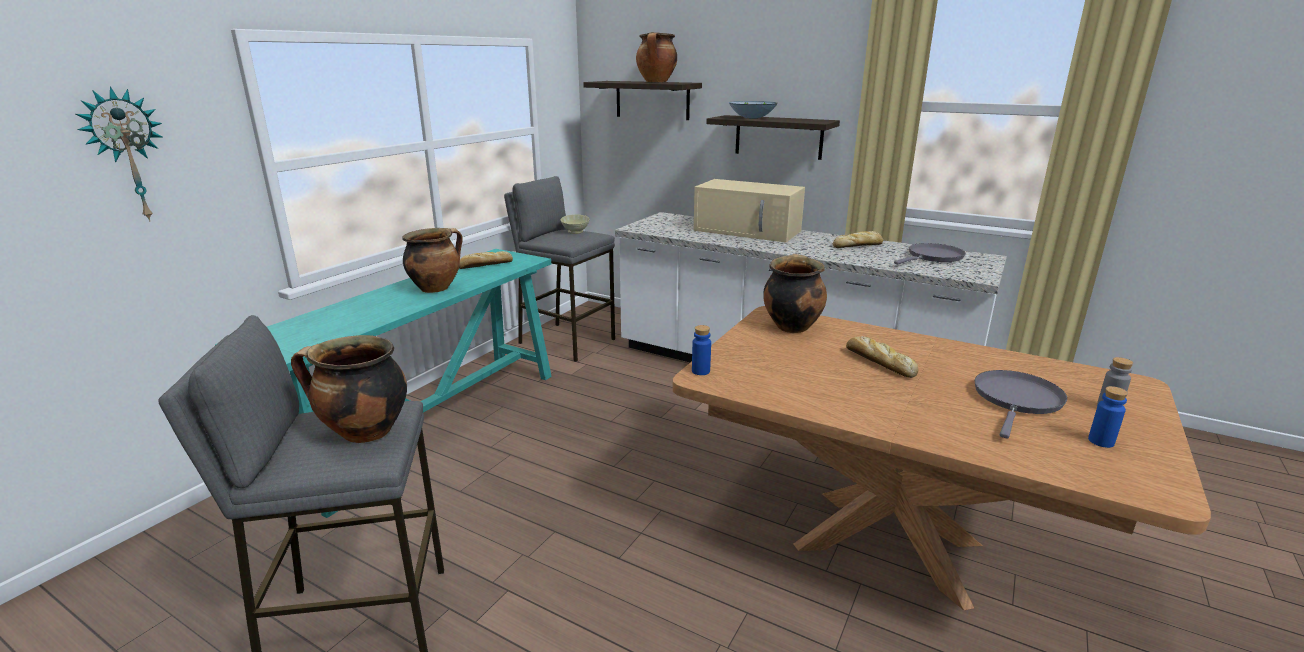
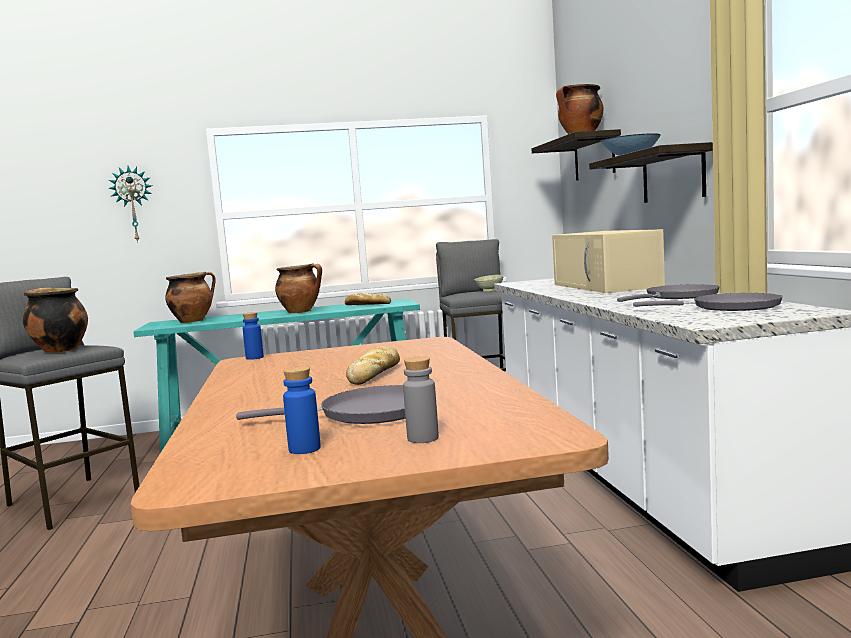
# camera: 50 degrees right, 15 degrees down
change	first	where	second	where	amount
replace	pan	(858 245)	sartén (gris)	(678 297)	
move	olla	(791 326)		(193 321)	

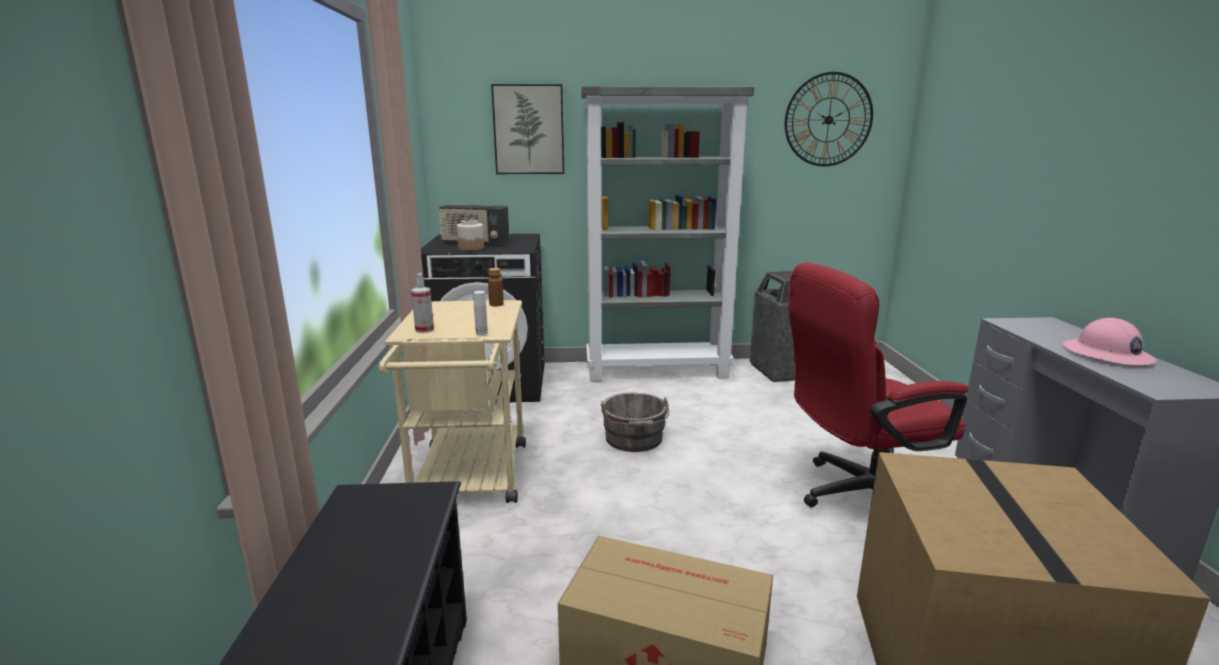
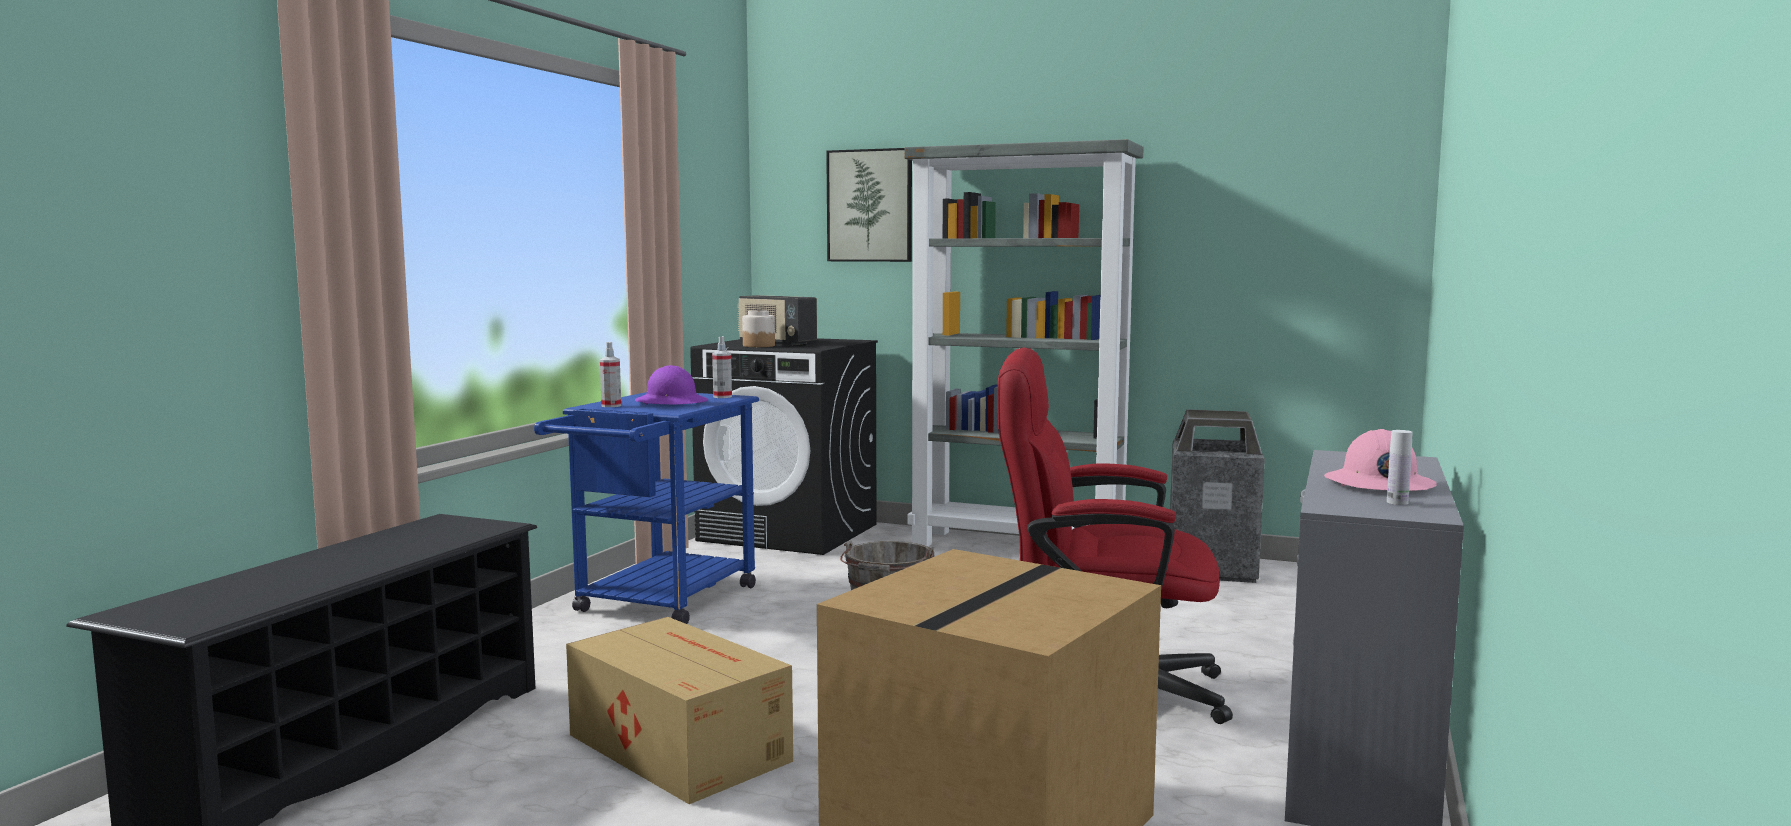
# camera: 25 degrees right, 10 degrees down
change	first	where	second	where	amount
delete	reloj de pared	(828 120)			
replace	botella (marrón)	(496 304)	pulverizador	(722 397)	
move	botella (blanco)	(481 333)		(1397 502)	
recolor	carrito (beis)	(469 480)	carrito (azul)	(658 603)	
insert			casco (morado)	(671 402)	

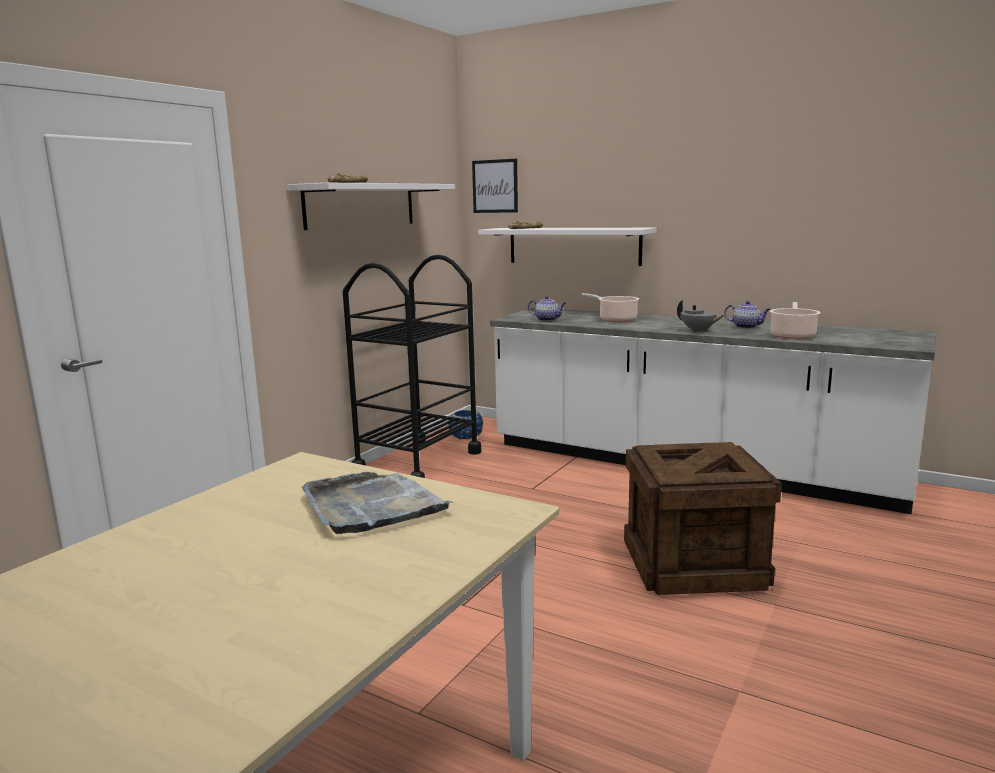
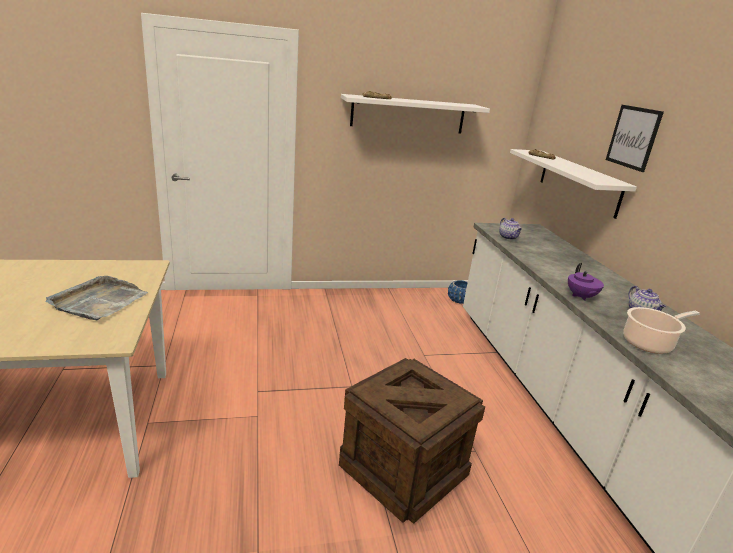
# camera: 45 degrees right, 10 degrees up
change	first	where	second	where	amount
move	cuadro	(495 186)		(633 137)	
delete	carrito (negro)	(418 462)			
delete	olla	(615 319)			
recolor	tetera (gris)	(698 331)	tetera (morado)	(580 297)	

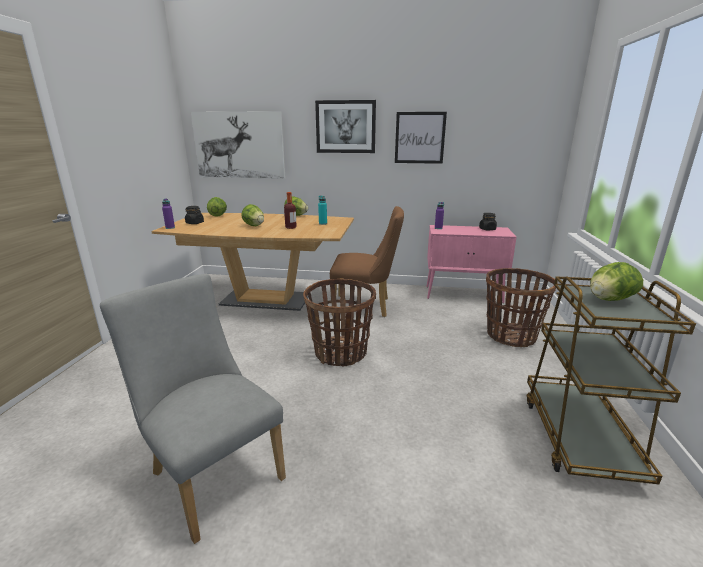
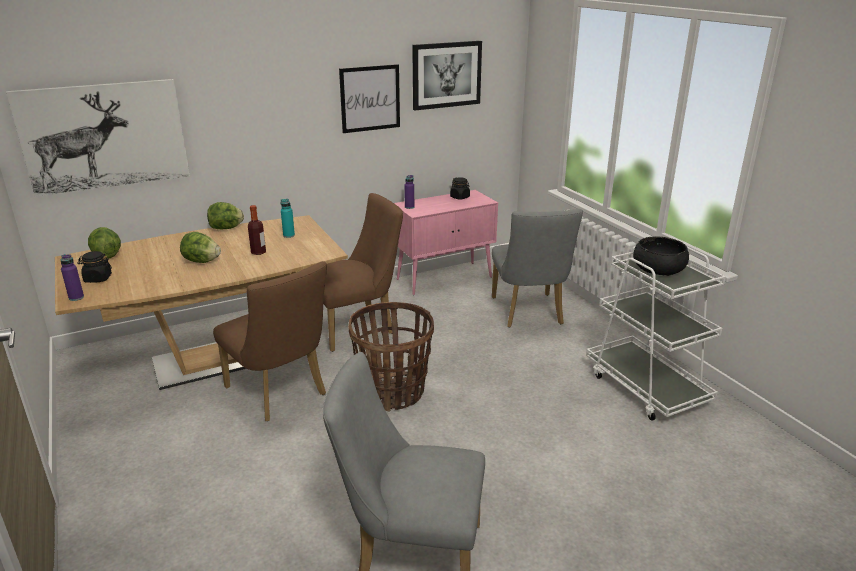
# camera: 35 degrees left, 5 degrees up
change	first	where	second	where	amount
move	cuadro	(345 127)		(446 75)	
replace	lechuga	(609 299)	cuenco (negro)	(658 268)	
replace	cesta	(511 336)	silla (gris)	(528 313)	
recolor	carrito (marrón)	(579 437)	carrito (blanco)	(646 387)	
insert			silla (marrón)	(280 394)	

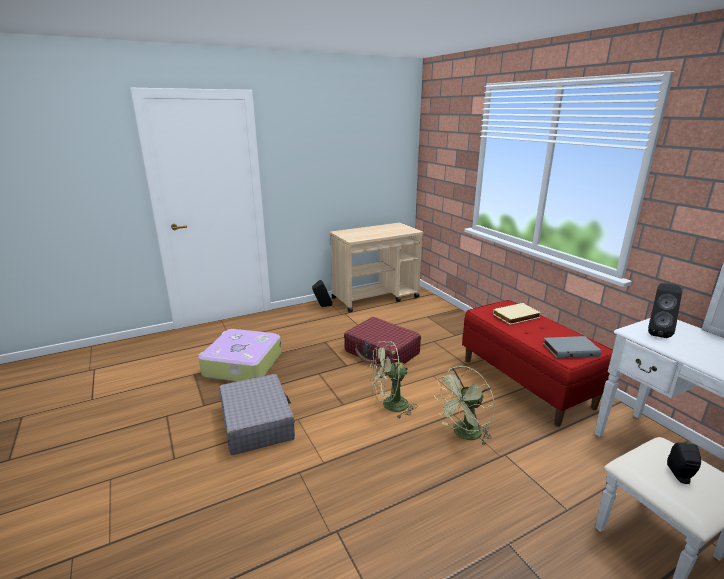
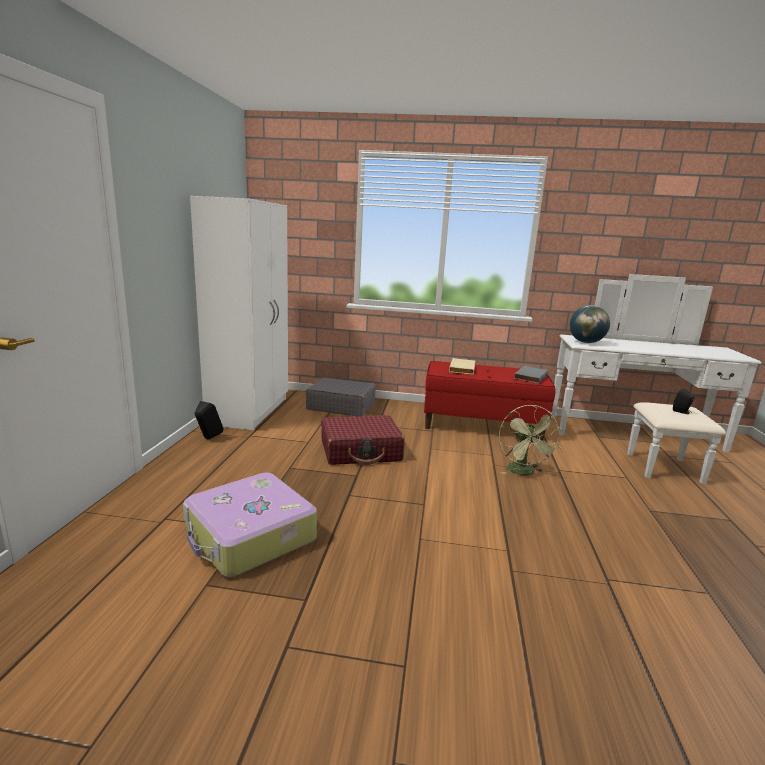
# camera: 55 degrees left, 5 degrees down
change	first	where	second	where	amount
replace	carrito (beis)	(376 298)	armario ropero (blanco)	(250 410)	
replace	altavoz (negro)	(656 332)	globo terráqueo	(585 342)	
delete	ventilador (verde)	(389 406)			
move	maleta (gris)	(257 422)		(341 406)	

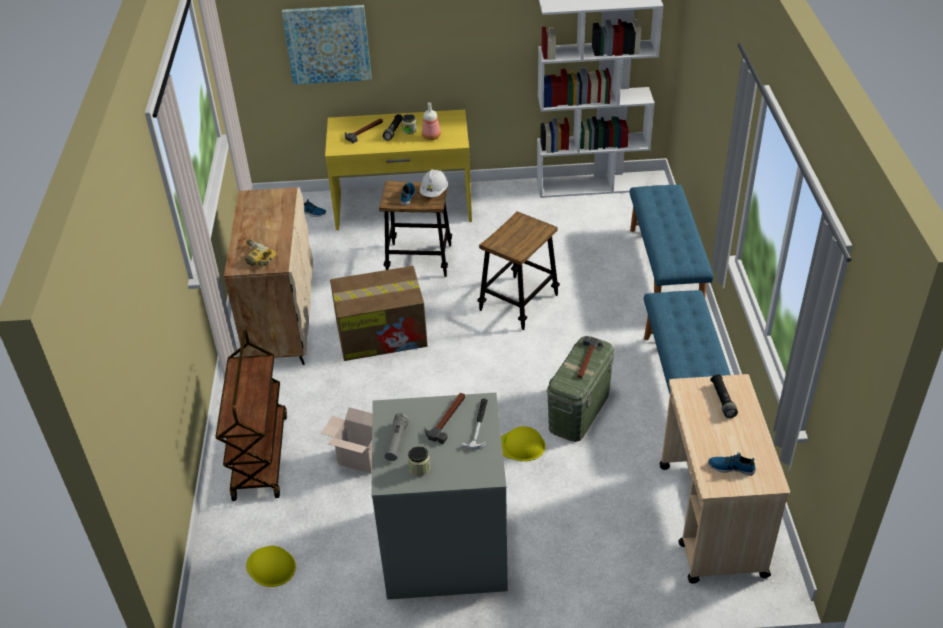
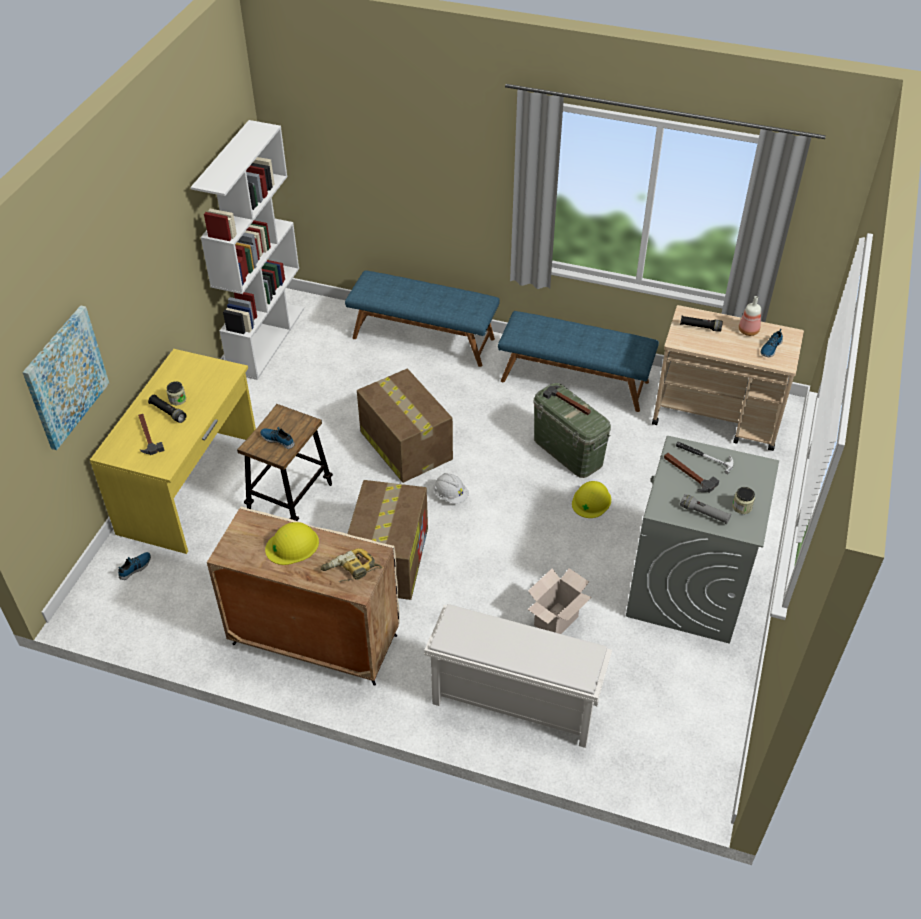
# camera: 70 degrees left, 5 degrees up
change	first	where	second	where	amount
move	botella	(432 137)		(749 331)	
move	casco (blanco)	(434 192)		(450 495)	
replace	taburete	(518 302)	caja de cartón	(405 444)	
replace	carrito (marrón)	(259 455)	zapatero (blanco)	(513 703)	
move	casco (amarillo)	(271 566)		(292 545)	

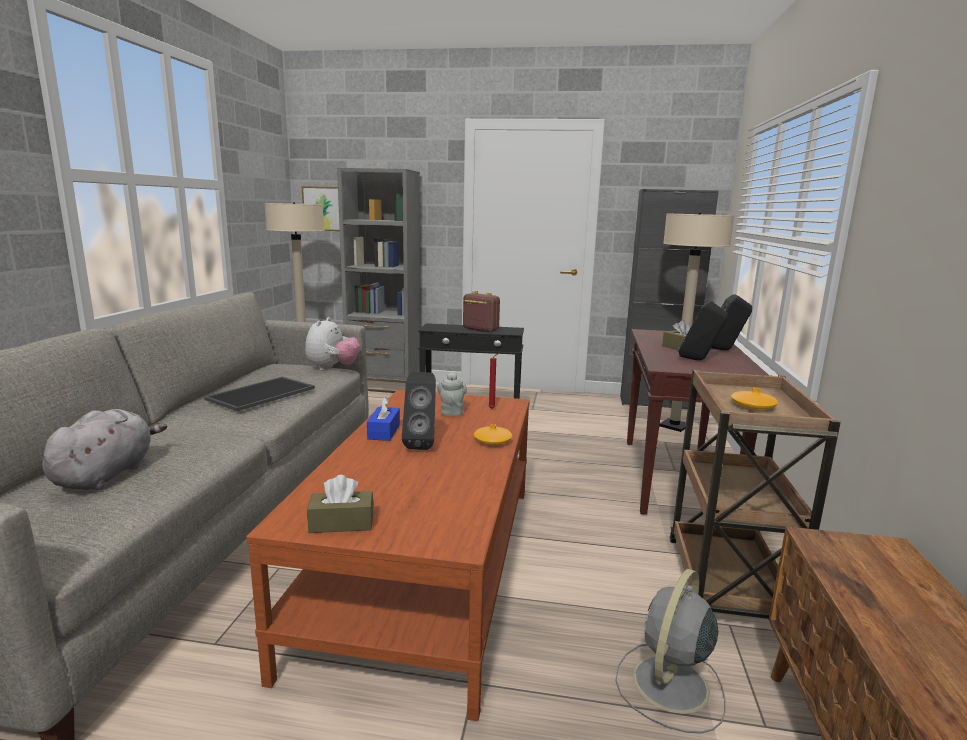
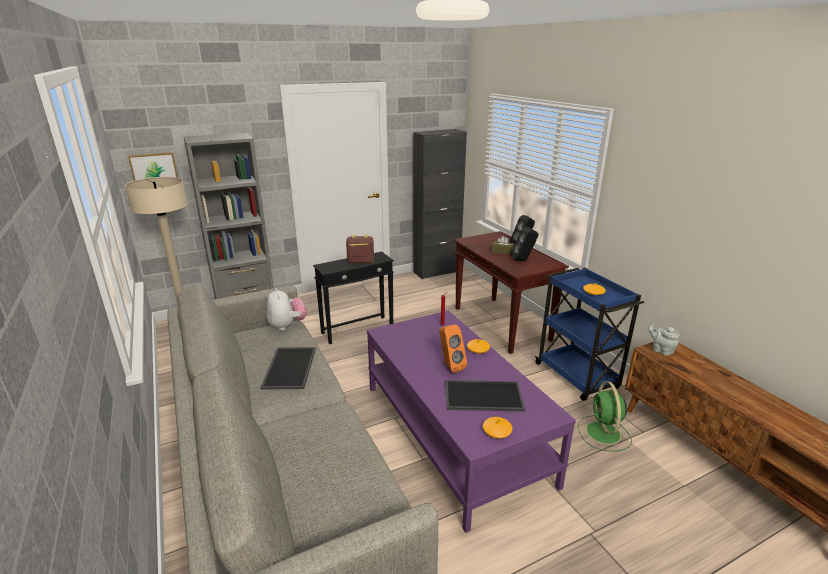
# camera: 35 degrees left, 10 degrees up
change	first	where	second	where	amount
delete	lámpara de pie (beis)	(674 426)			
recolor	carrito (marrón)	(726 585)	carrito (azul)	(577 377)	
recolor	altavoz (negro)	(421 444)	altavoz (naranja)	(450 366)	
move	tetera (gris)	(452 411)		(661 350)	
recolor	mesa de centro (marrón)	(426 566)	mesa de centro (morado)	(453 432)	
delete	caja de pañuelos (azul)	(384 432)			
delete	peluche (gris)	(107 474)			
replace	caja de pañuelos (marrón)	(341 523)	florero (naranja)	(497 431)	
recolor	ventilador (gris)	(669 686)	ventilador (verde)	(603 434)	
insert			bandeja	(482 397)	

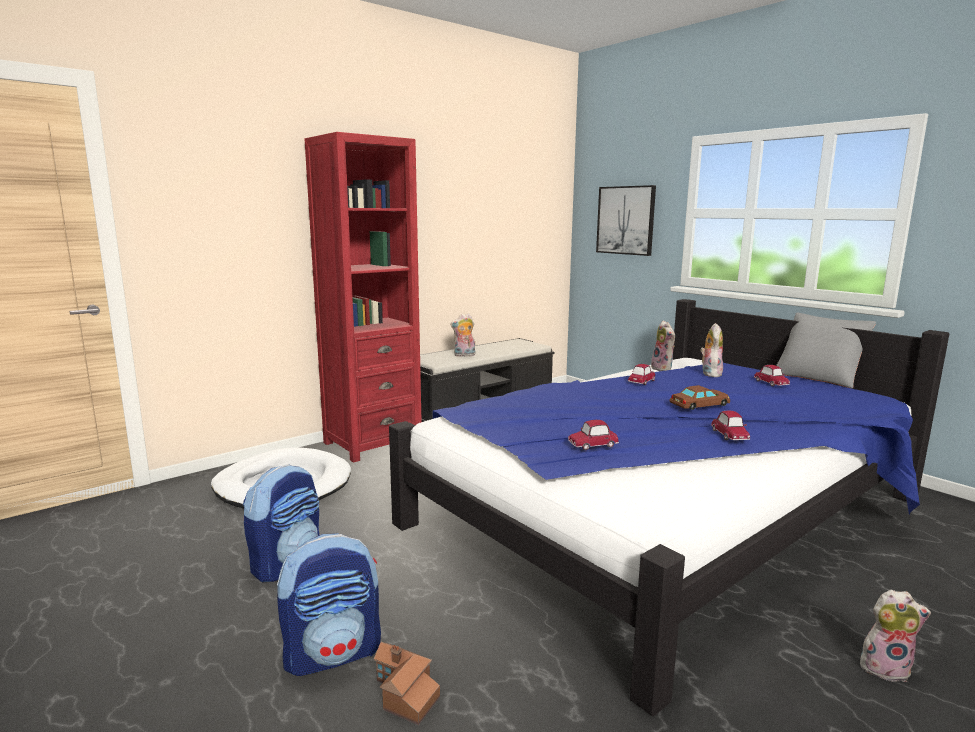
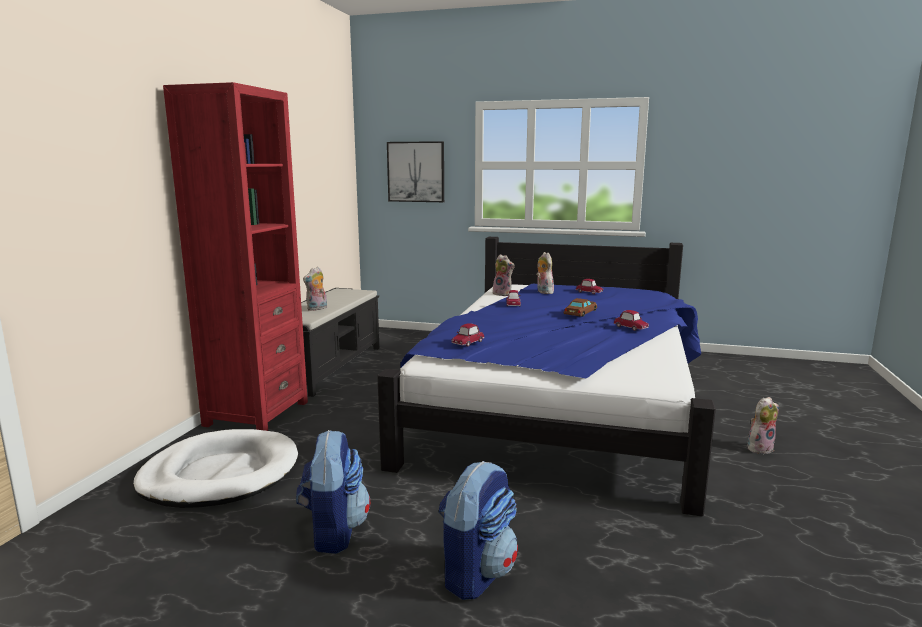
# camera: 35 degrees left, 0 degrees up
change	first	where	second	where	amount
delete	cojín (gris)	(818 377)			
move	coche de juguete	(592 444)		(467 342)	
delete	casita	(404 693)			

